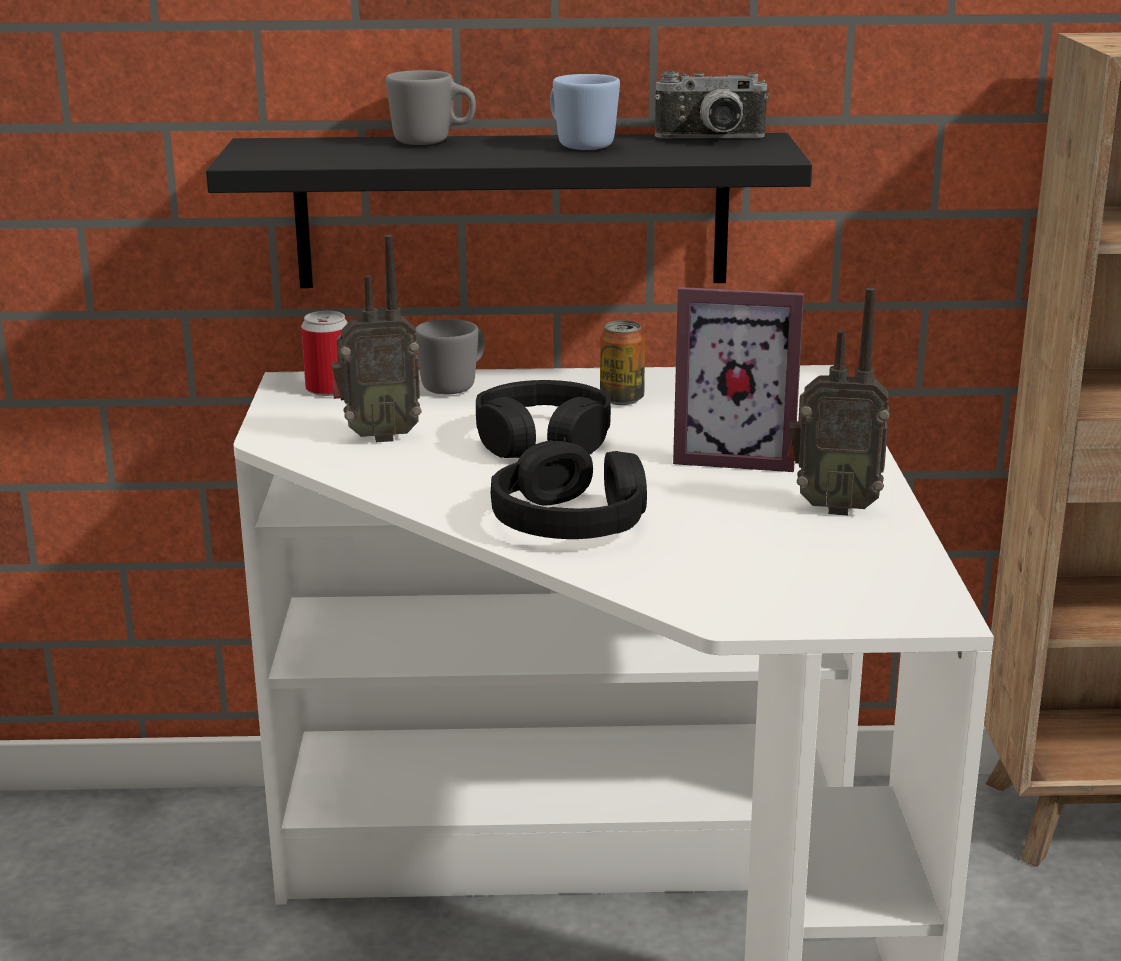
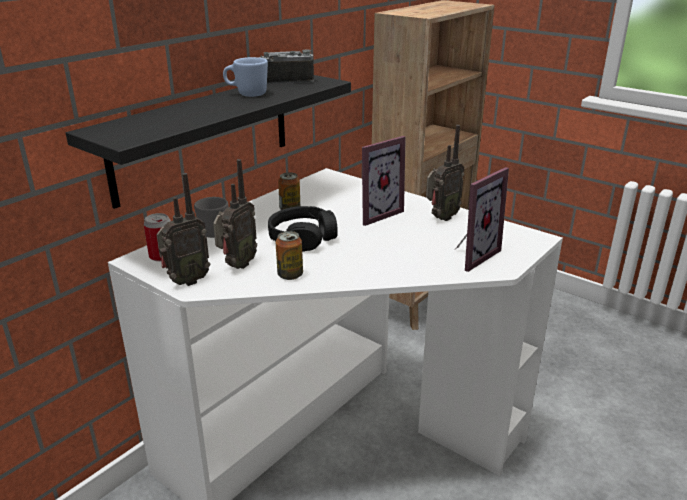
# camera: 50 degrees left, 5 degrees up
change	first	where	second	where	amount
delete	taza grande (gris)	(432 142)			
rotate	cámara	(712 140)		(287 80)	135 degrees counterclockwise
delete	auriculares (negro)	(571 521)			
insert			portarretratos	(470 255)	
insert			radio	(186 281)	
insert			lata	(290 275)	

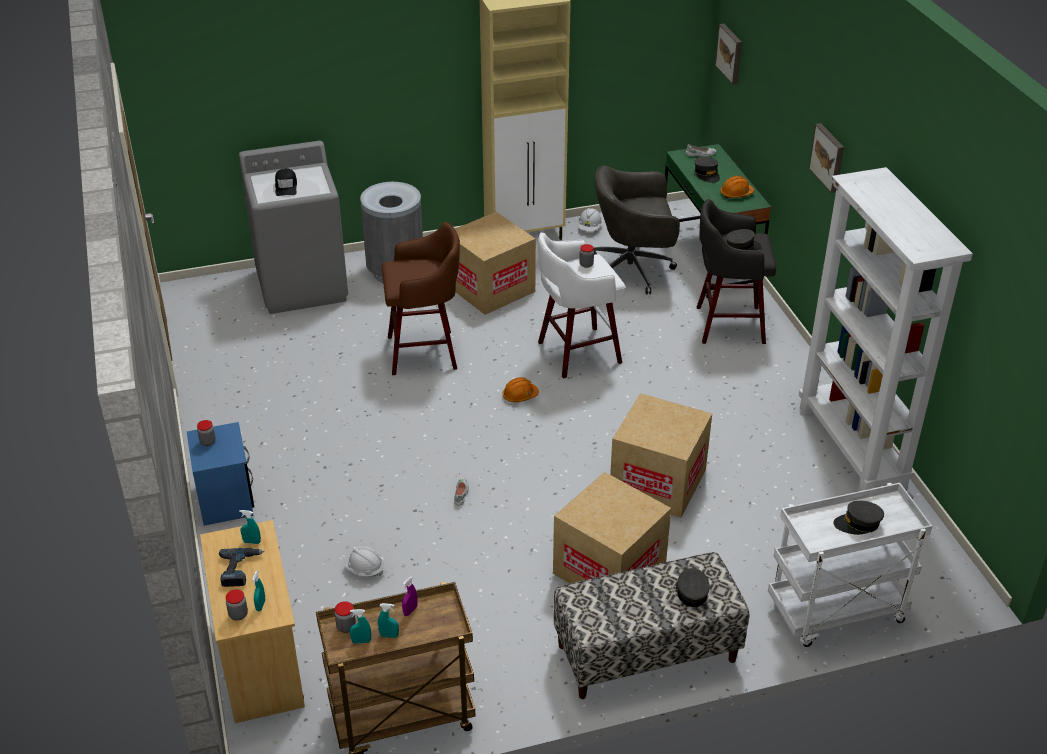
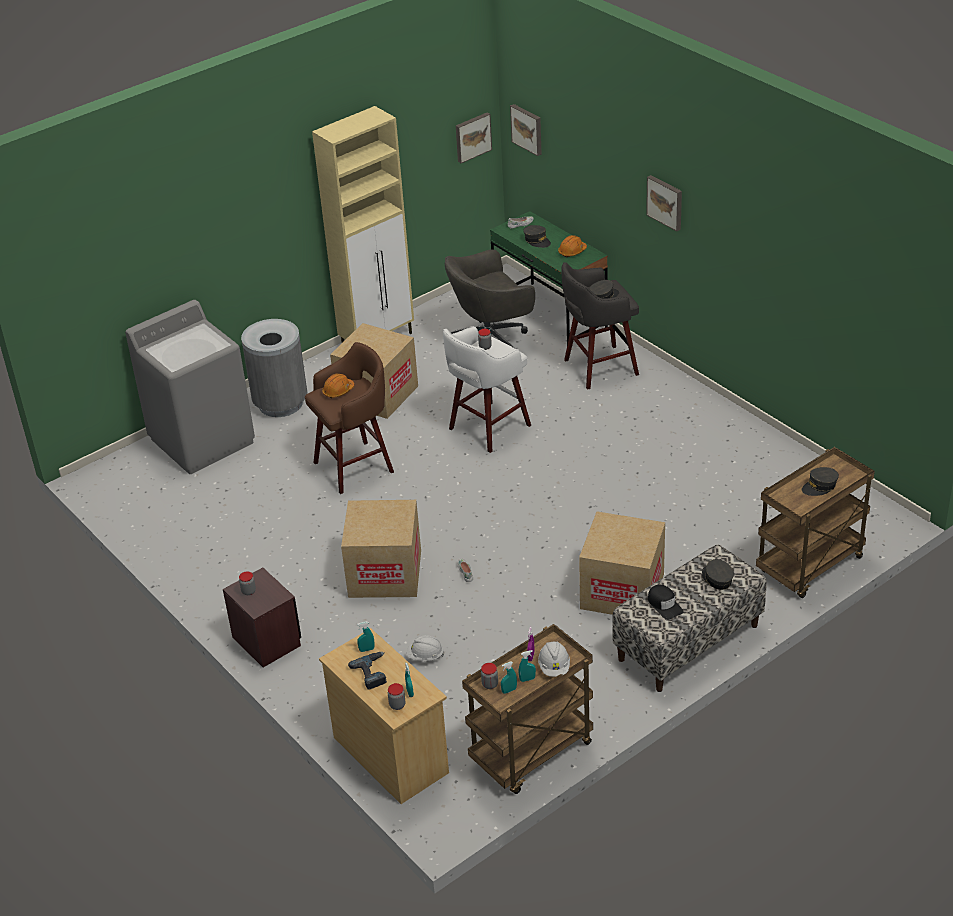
# camera: 20 degrees left, 0 degrees up
change	first	where	second	where	amount
delete	estantería (blanco)	(853 447)			
move	gorra (negro)	(286 186)		(664 605)	
move	casco (blanco)	(589 228)		(554 667)	
move	casco (naranja)	(520 396)		(338 391)	
move	caja de cartón	(658 482)		(385 573)	
recolor	mesita de noche (azul)	(226 500)	mesita de noche (marrón)	(267 641)	
recolor	carrito (blanco)	(835 613)	carrito (marrón)	(810 567)	
insert			cuadro	(472 137)	

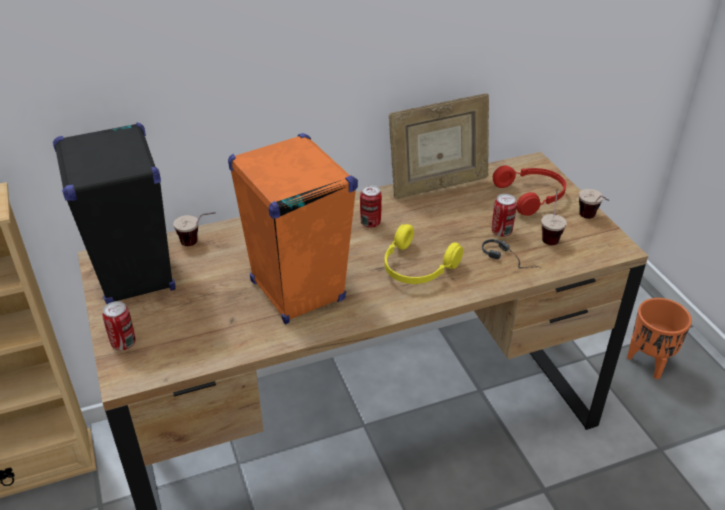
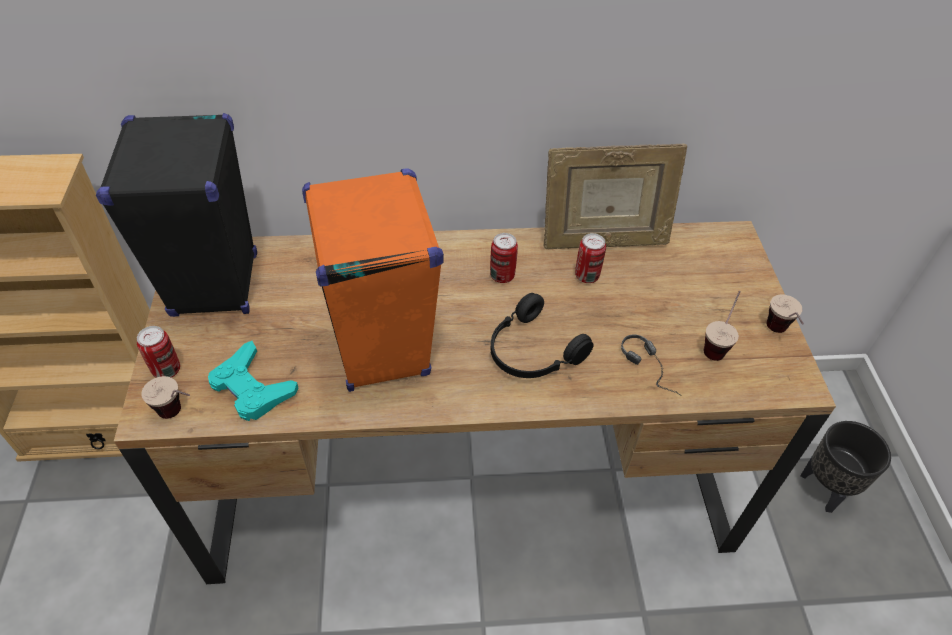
# camera: 15 degrees right, 10 degrees up
change	first	where	second	where	amount
delete	auriculares (rojo)	(532 196)			
move	lata	(501 232)		(586 276)	
move	taza	(198 243)		(180 415)	
recolor	auriculares (amarillo)	(416 268)	auriculares (negro)	(531 352)	
recolor	maceta (naranja)	(649 362)	maceta (negro)	(826 488)	
insert			mando de consola (turquesa)	(252 388)	

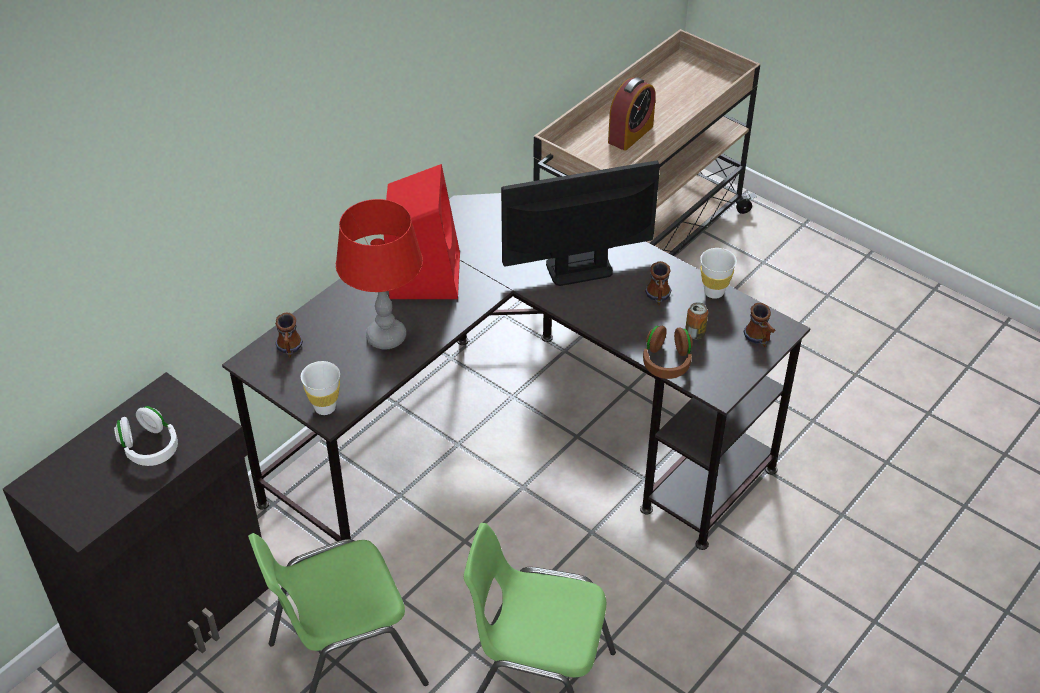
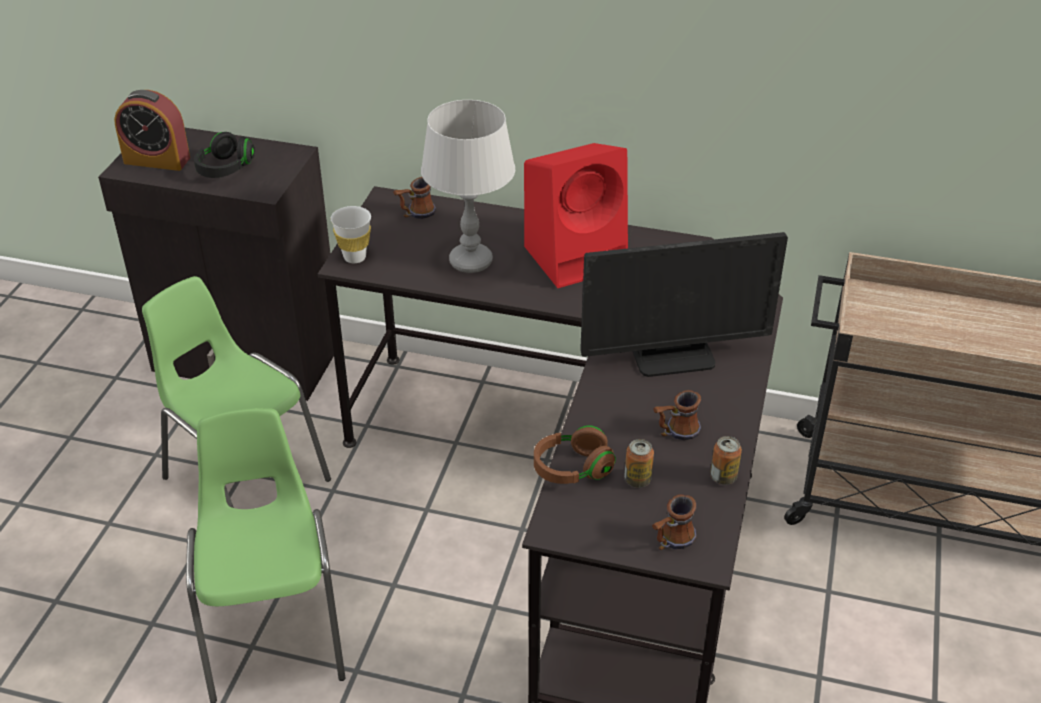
# camera: 65 degrees right, 5 degrees down
change	first	where	second	where	amount
move	despertador	(630 134)		(157 160)	
rotate	monitor	(579 268)		(673 356)	120 degrees clockwise
recolor	lámpara de mesa (rojo)	(386 336)	lámpara de mesa (gris)	(471 262)	
replace	taza (blanco)	(714 292)	lata	(723 477)	
recolor	auriculares (blanco)	(149 447)	auriculares (negro)	(225 169)	

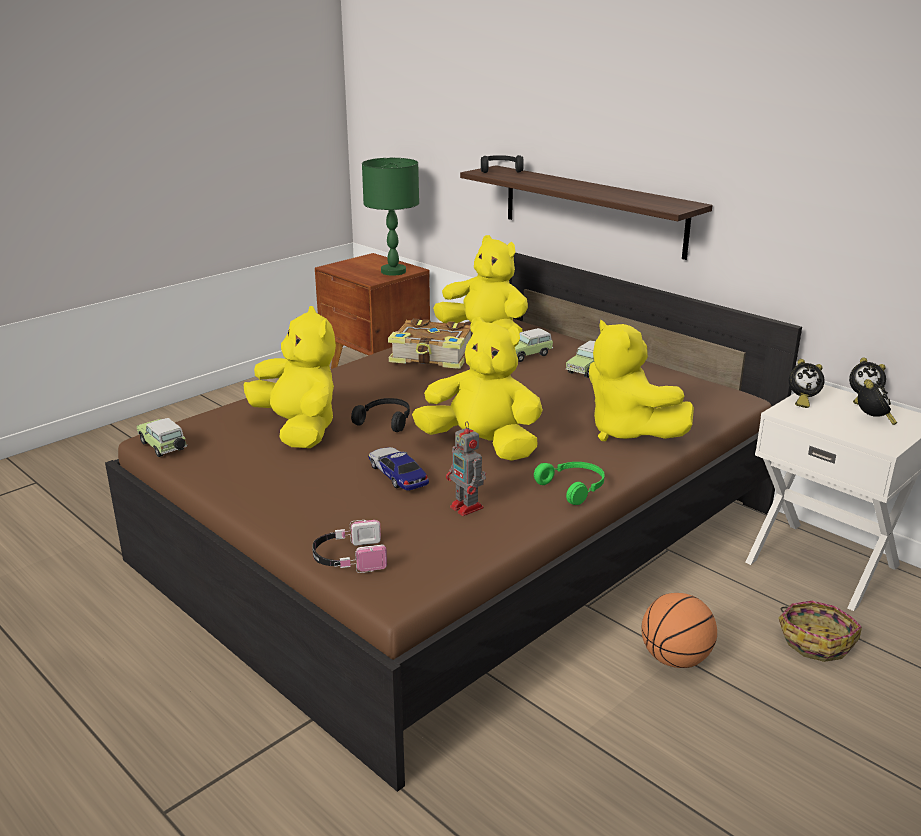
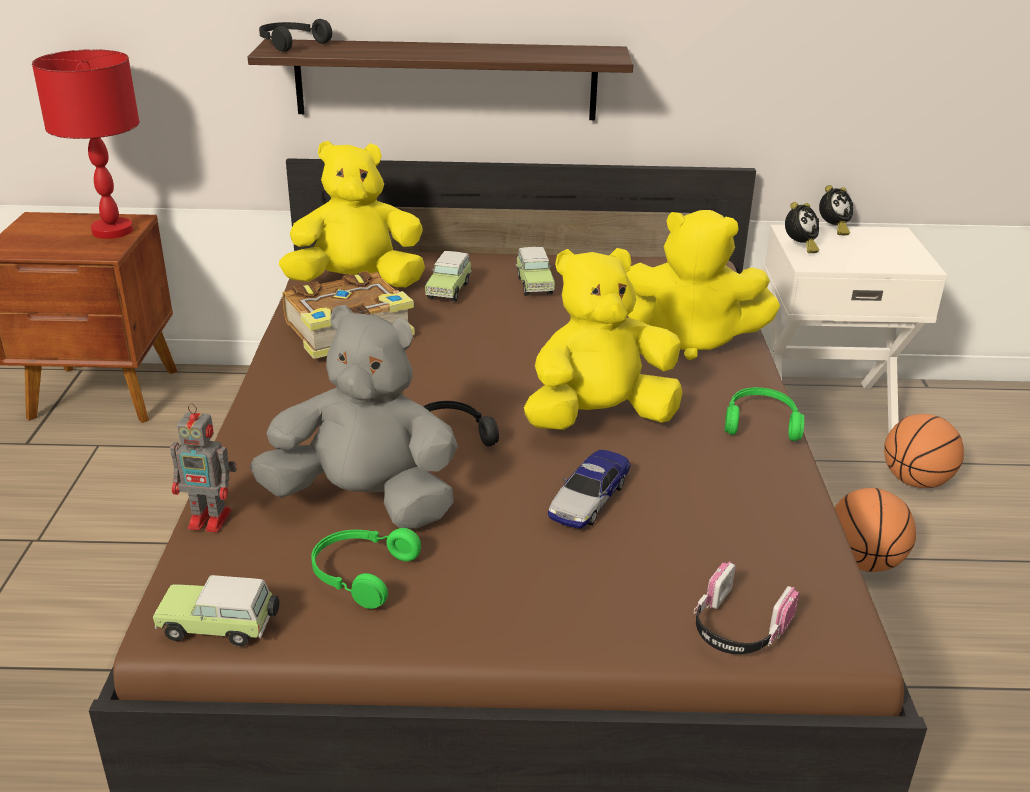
# camera: 45 degrees left, 5 degrees up
change	first	where	second	where	amount
recolor	lámpara de mesa (verde)	(393 272)	lámpara de mesa (rojo)	(112 231)	
recolor	peluche (amarillo)	(299 429)	peluche (gris)	(365 501)	
delete	despertador	(873 421)			
move	robot de juguete	(467 508)		(212 519)	
rotate	coche de juguete	(397 475)		(589 498)	75 degrees counterclockwise
replace	cesta	(815 640)	balón de baloncesto	(915 481)	
insert			auriculares (verde)	(360 574)	

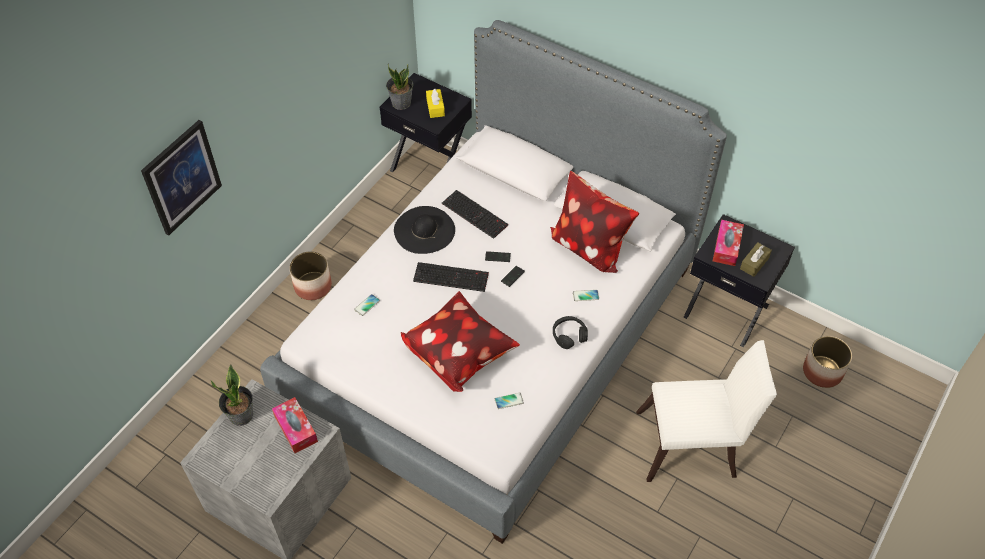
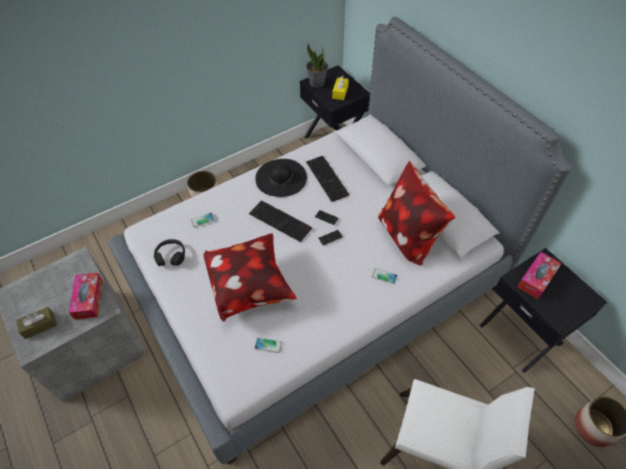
# camera: 25 degrees right, 0 degrees up
change	first	where	second	where	amount
delete	cuadro	(182 177)			
move	caja de pañuelos (marrón)	(754 263)		(39 326)	
move	auriculares (negro)	(569 335)		(171 256)	
delete	planta en maceta	(241 415)			

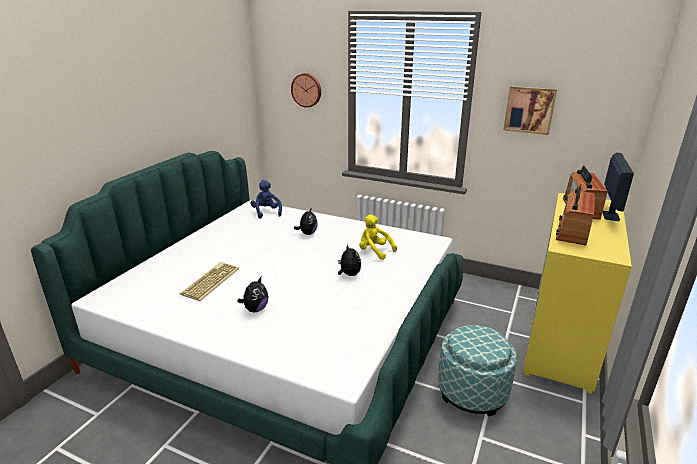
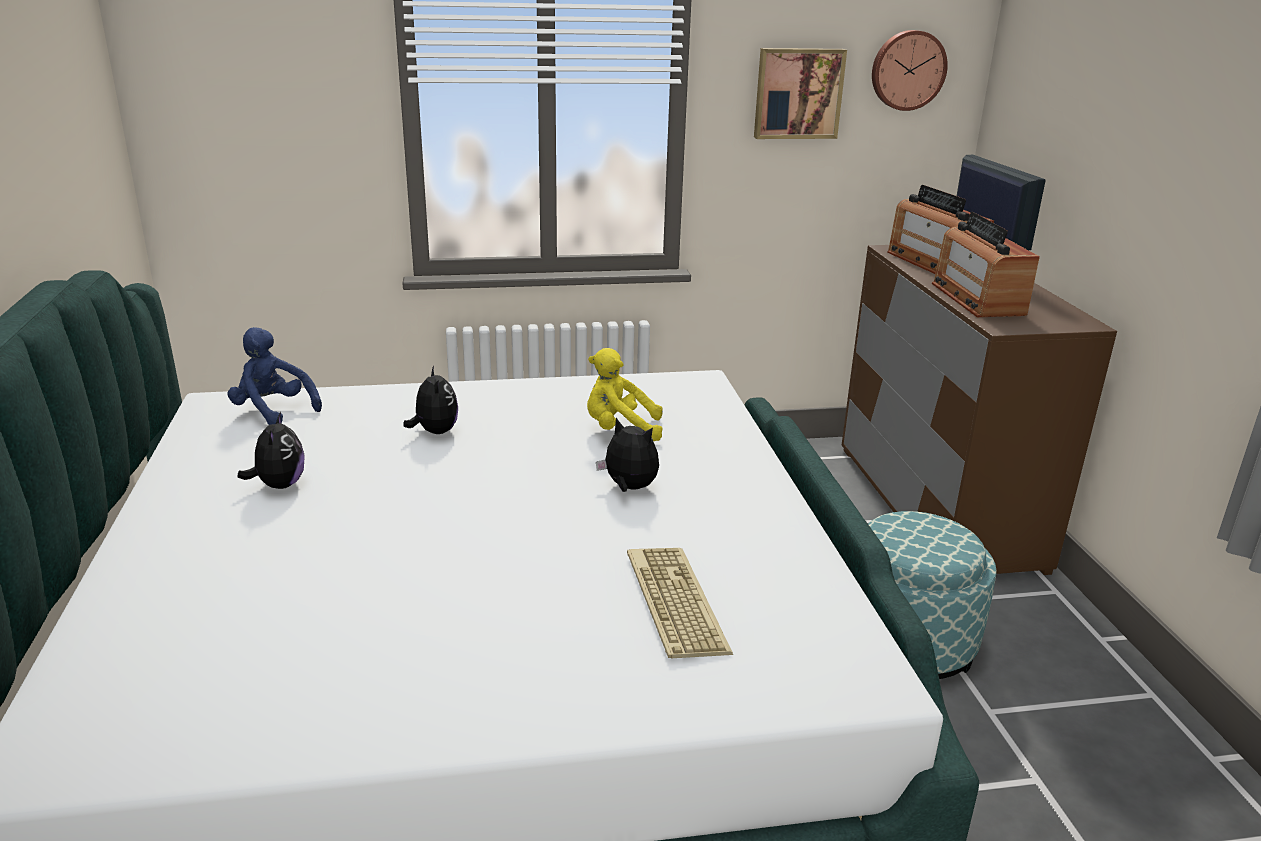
# camera: 35 degrees left, 0 degrees up
change	first	where	second	where	amount
move	reloj de pared	(307 90)		(907 70)	
recolor	cómoda (amarillo)	(561 338)	cómoda (marrón)	(936 506)	
move	teclado	(210 281)		(672 601)	
move	peluche	(255 309)		(279 485)	

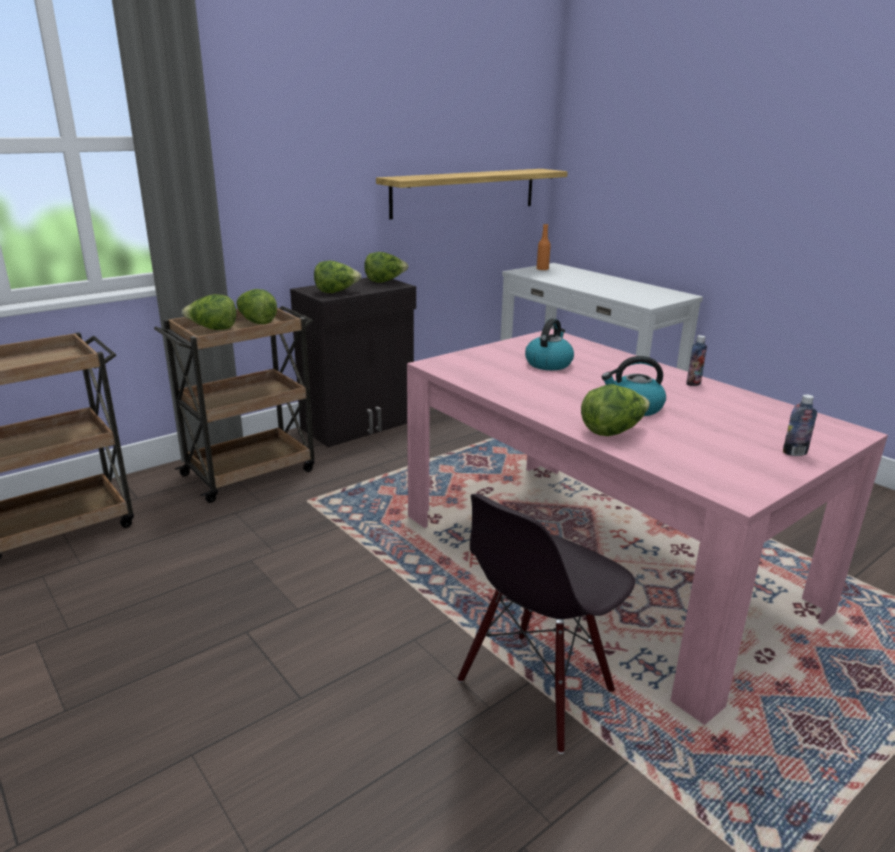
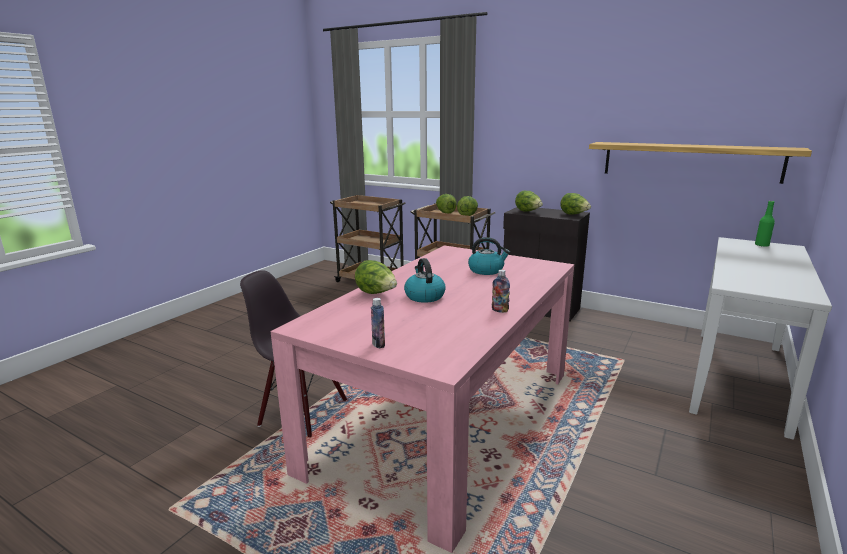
# camera: 70 degrees right, 5 degrees down
change	first	where	second	where	amount
recolor	botella (naranja)	(542 269)	botella (verde)	(761 245)	

